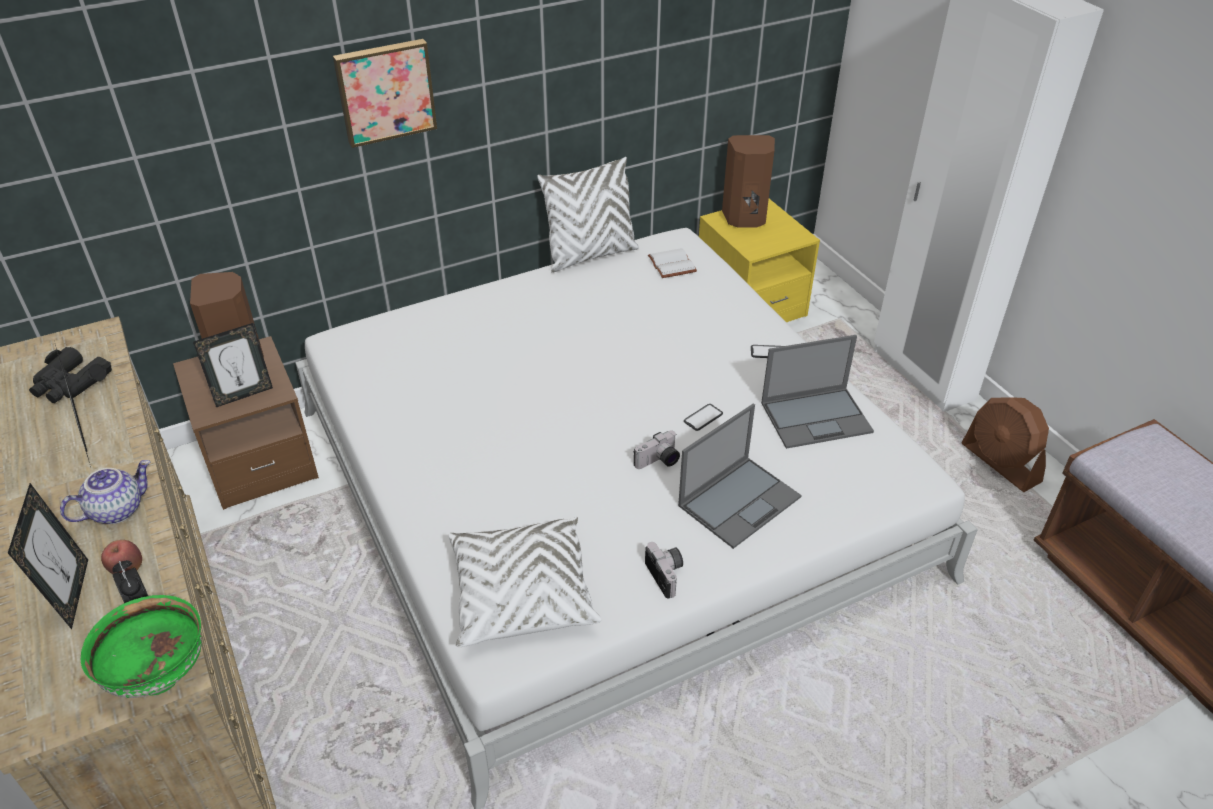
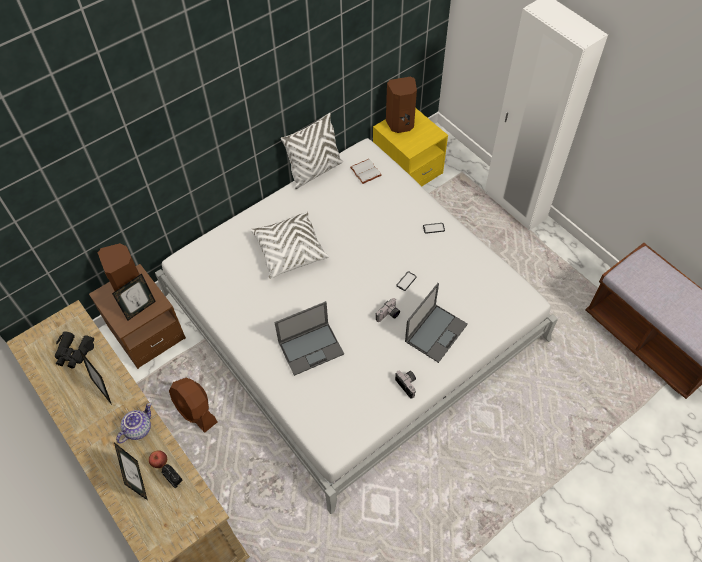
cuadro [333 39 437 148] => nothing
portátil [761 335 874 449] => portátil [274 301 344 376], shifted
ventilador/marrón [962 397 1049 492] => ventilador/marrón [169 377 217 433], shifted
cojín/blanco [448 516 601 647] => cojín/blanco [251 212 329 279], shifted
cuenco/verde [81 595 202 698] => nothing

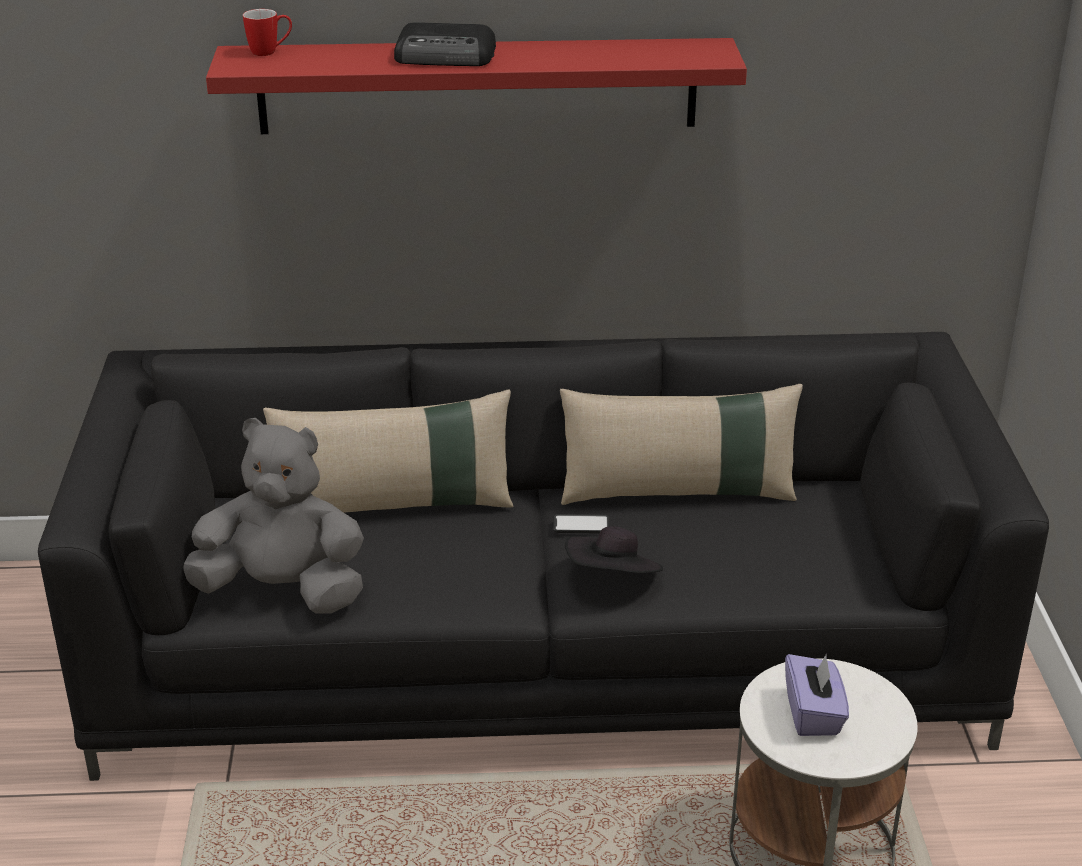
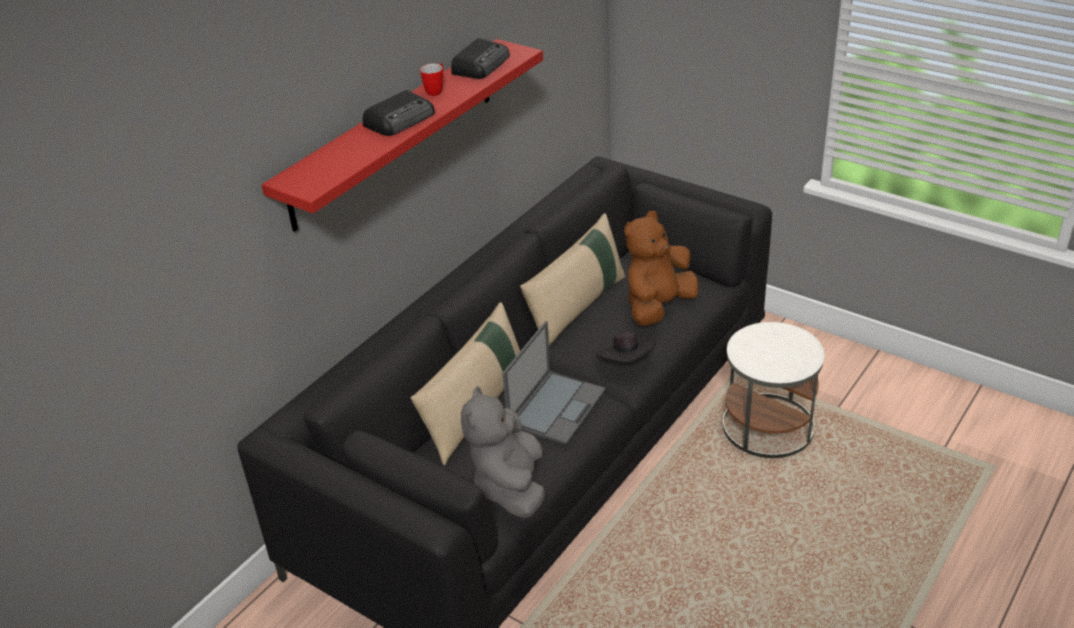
taza grande [243 9 292 56] => taza grande [420 63 444 96], shifted
peluche/gris [183 418 364 614] => peluche/gris [461 386 545 519], 45 degrees counterclockwise
móvil [553 514 610 534] => nothing
caja de pañuelos/morado [785 653 849 736] => nothing
nothing => radio [451 38 510 79]
nothing => peluche/marrón [624 211 699 326]
nothing => portátil [503 321 606 445]

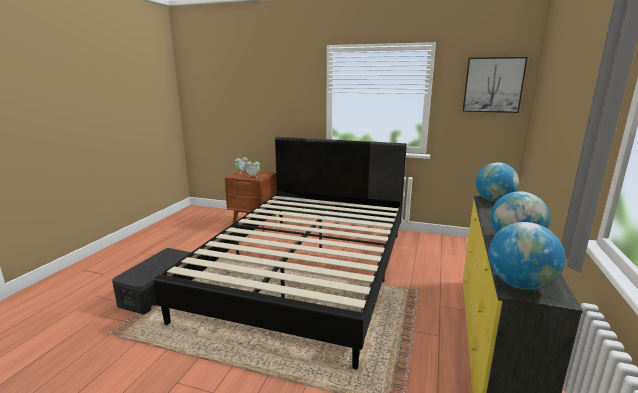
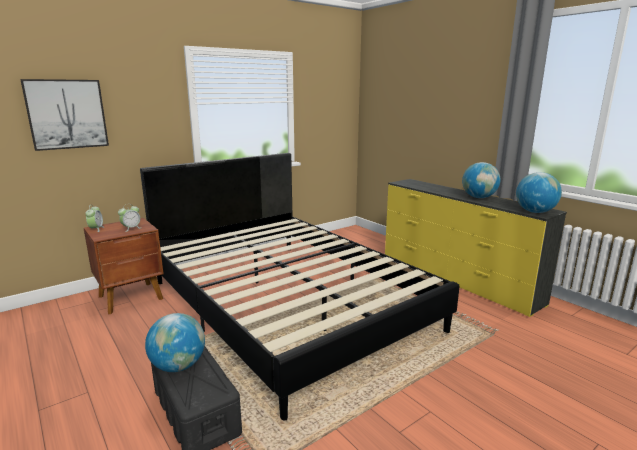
cuadro [463 57 528 113] => cuadro [20 79 109 151], shifted
globo terráqueo [476 162 519 202] => globo terráqueo [145 313 205 372], shifted

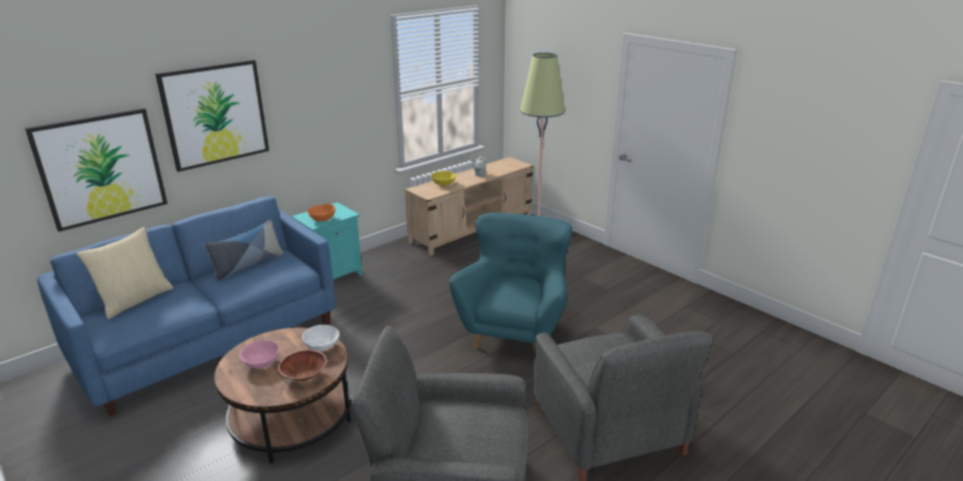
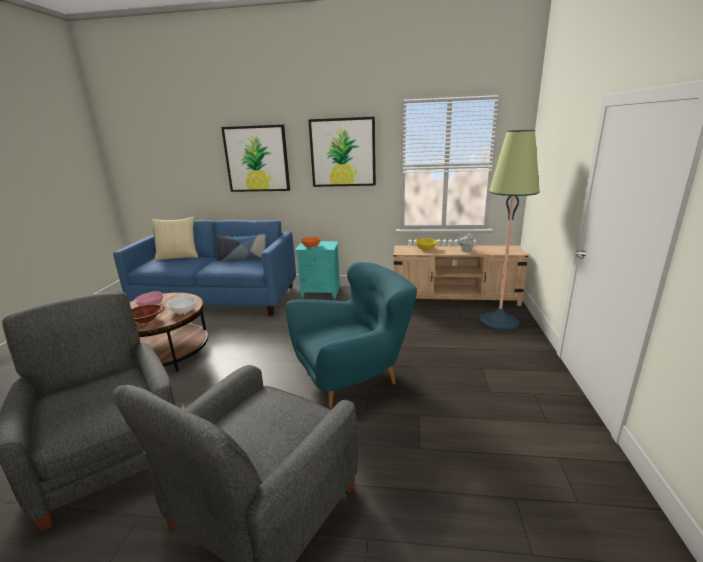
cuadro [25 108 168 232] => cuadro [308 117 376 187], shifted

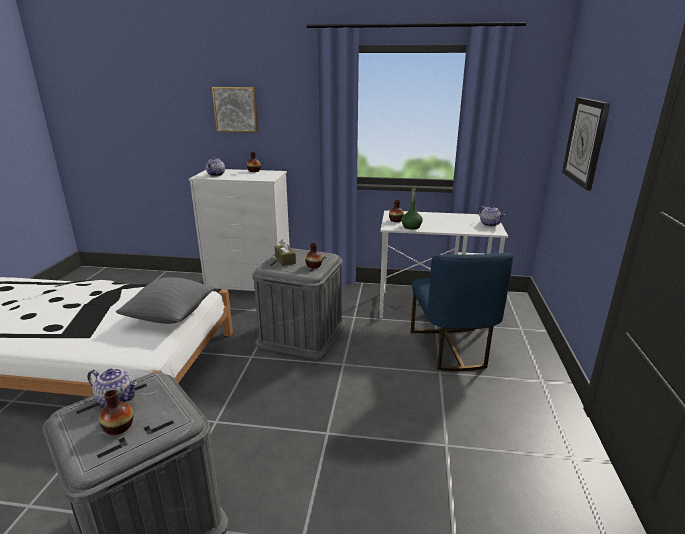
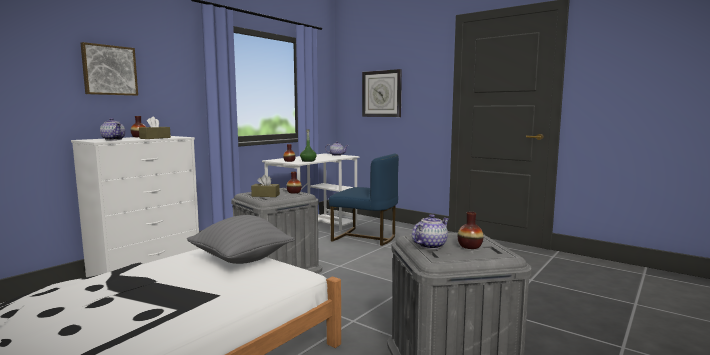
nothing => caja de pañuelos/marrón [139 116 171 139]

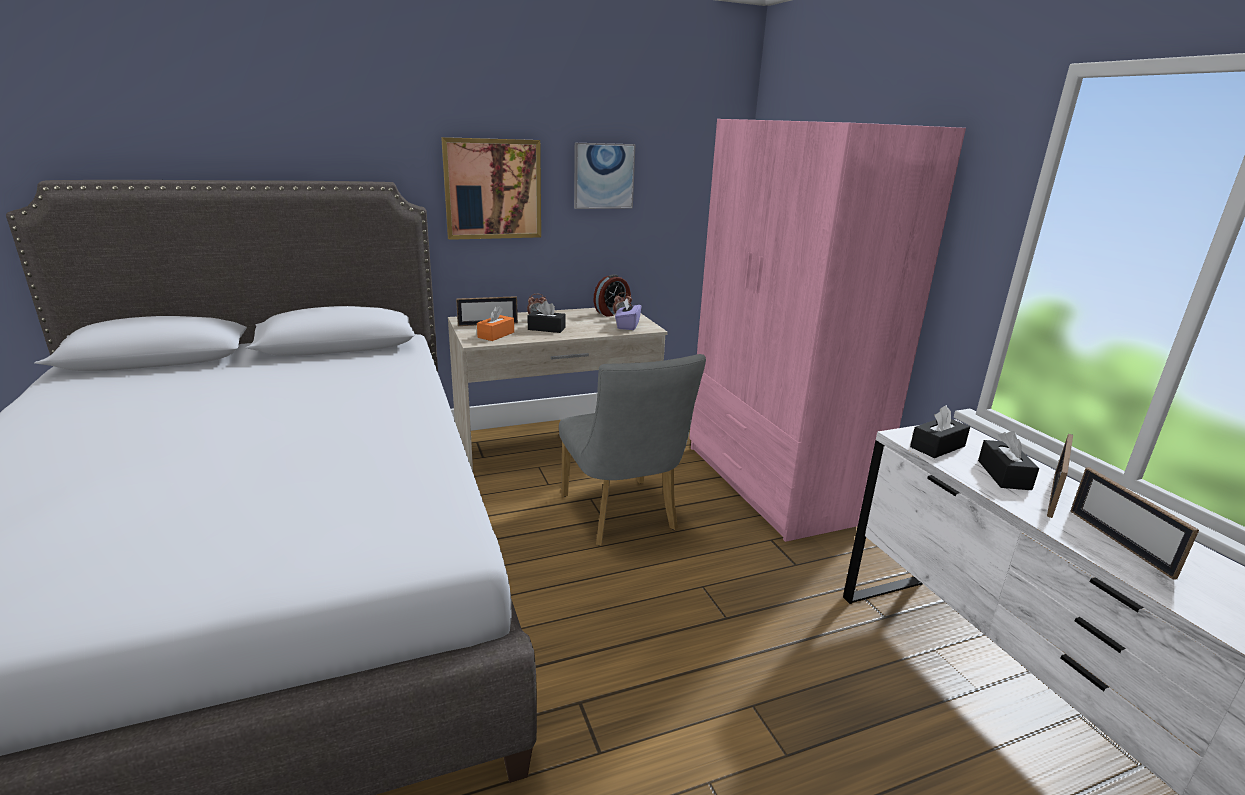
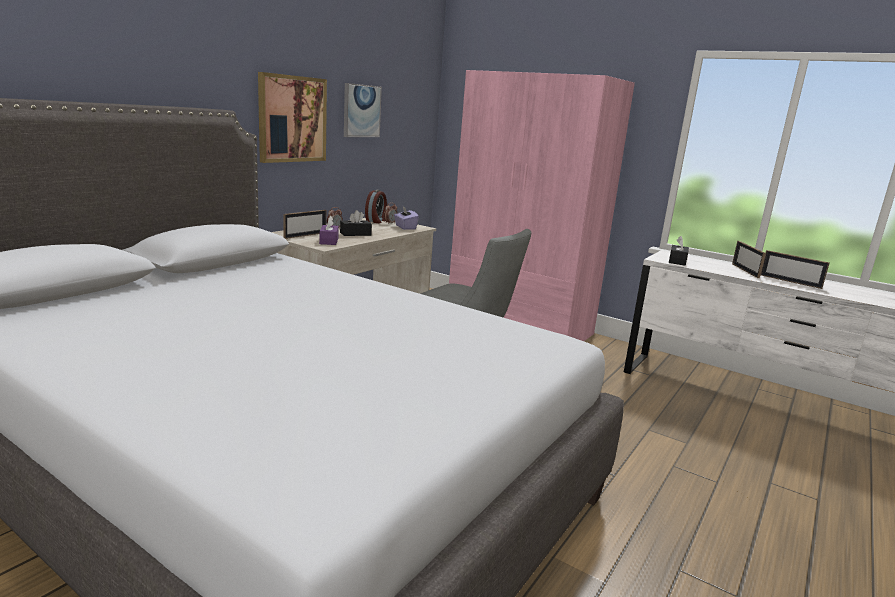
caja de pañuelos/naranja [477 306 514 341] => caja de pañuelos/morado [319 216 339 245]
caja de pañuelos/negro [978 431 1039 490] => nothing

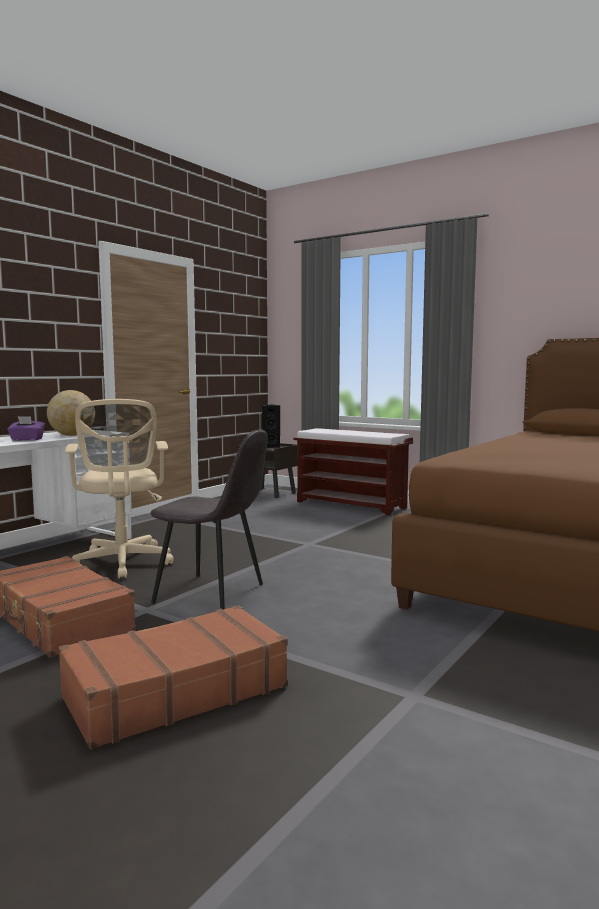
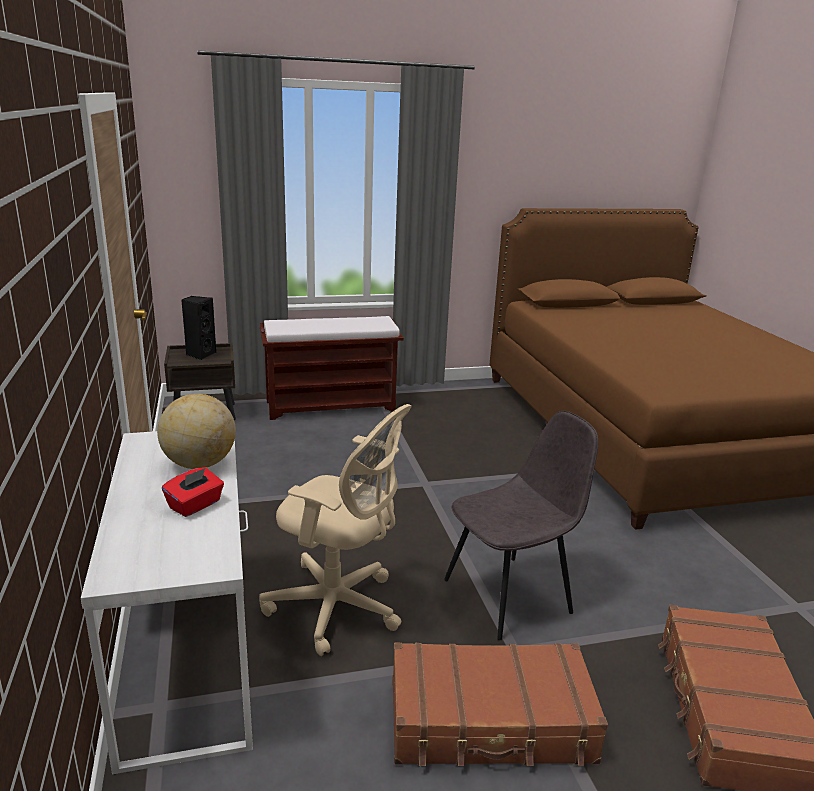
caja de pañuelos/morado [7 416 45 441] => caja de pañuelos/rojo [162 467 224 517]

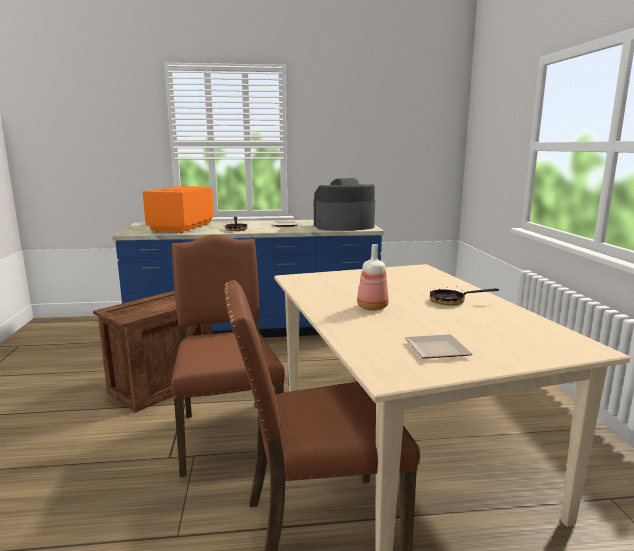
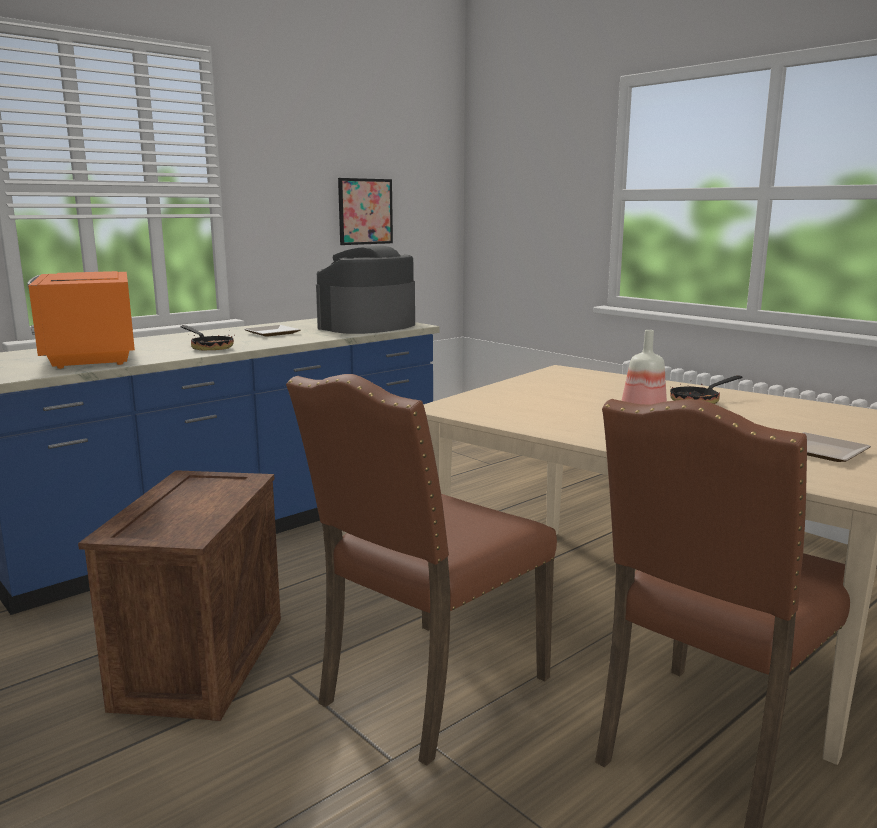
silla/marrón [171 234 285 477] => silla/marrón [286 374 557 765], 90 degrees counterclockwise
nothing => cuadro [338 178 393 245]

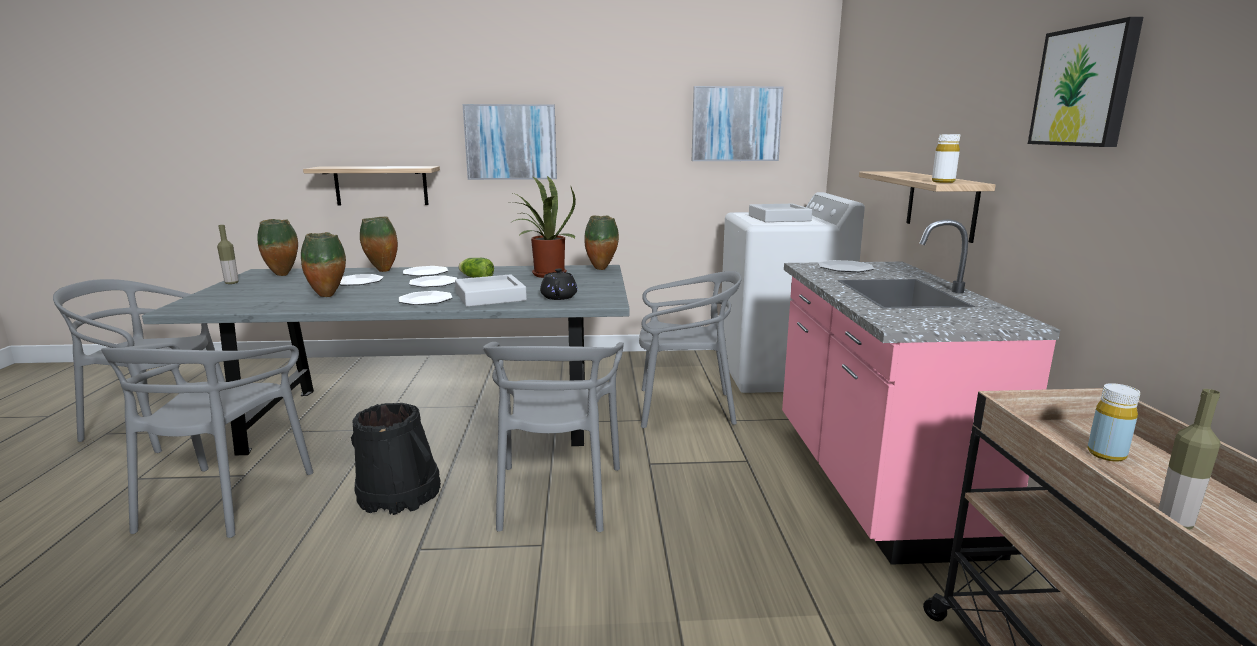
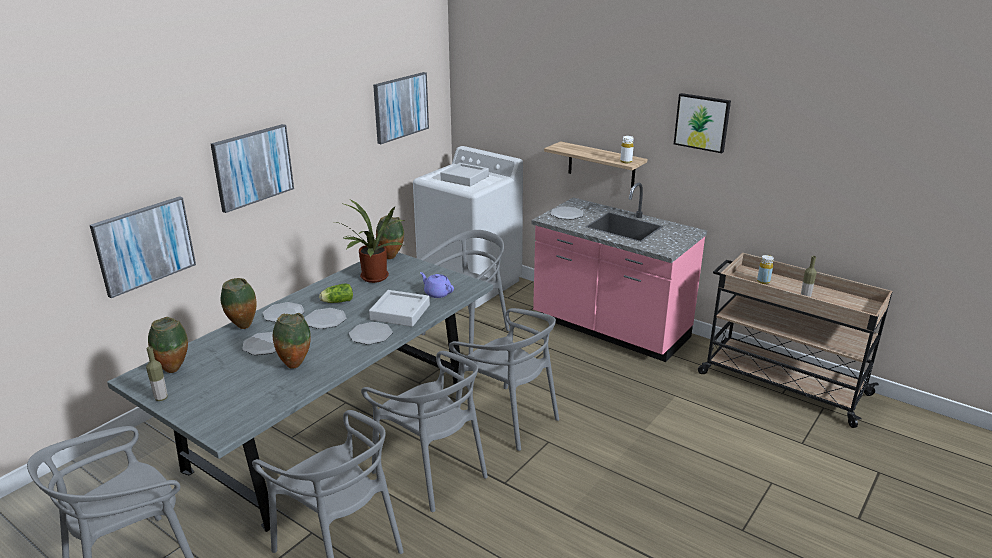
estante [303 166 440 206] => cuadro [90 196 196 298]
tetera/negro [540 268 577 300] => tetera/morado [420 272 454 298]
cubo/negro [351 403 441 515] => silla/gris [361 351 488 512]

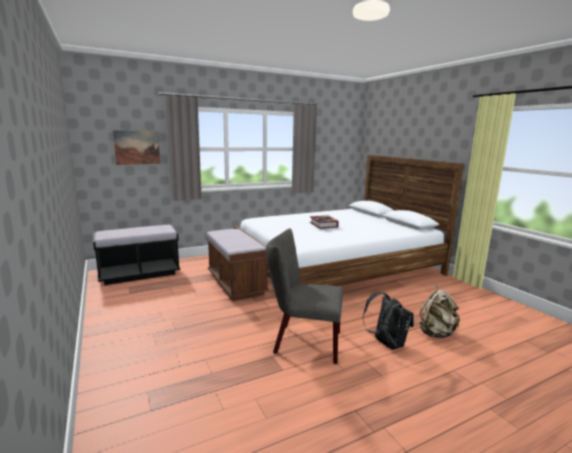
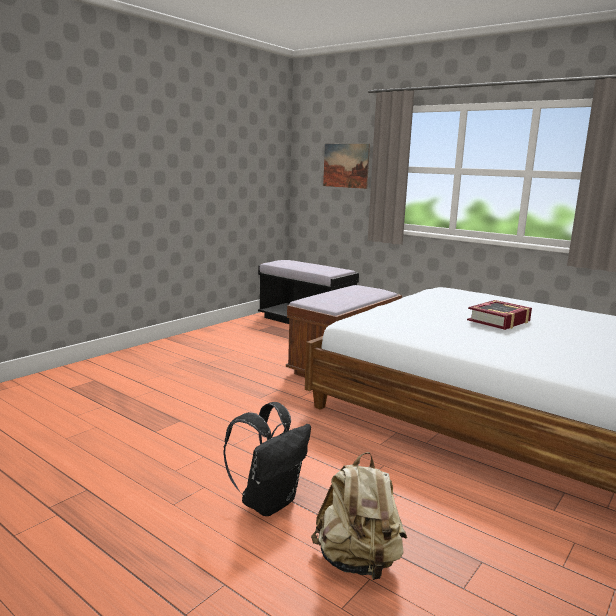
silla/gris [266 229 343 364] => nothing

